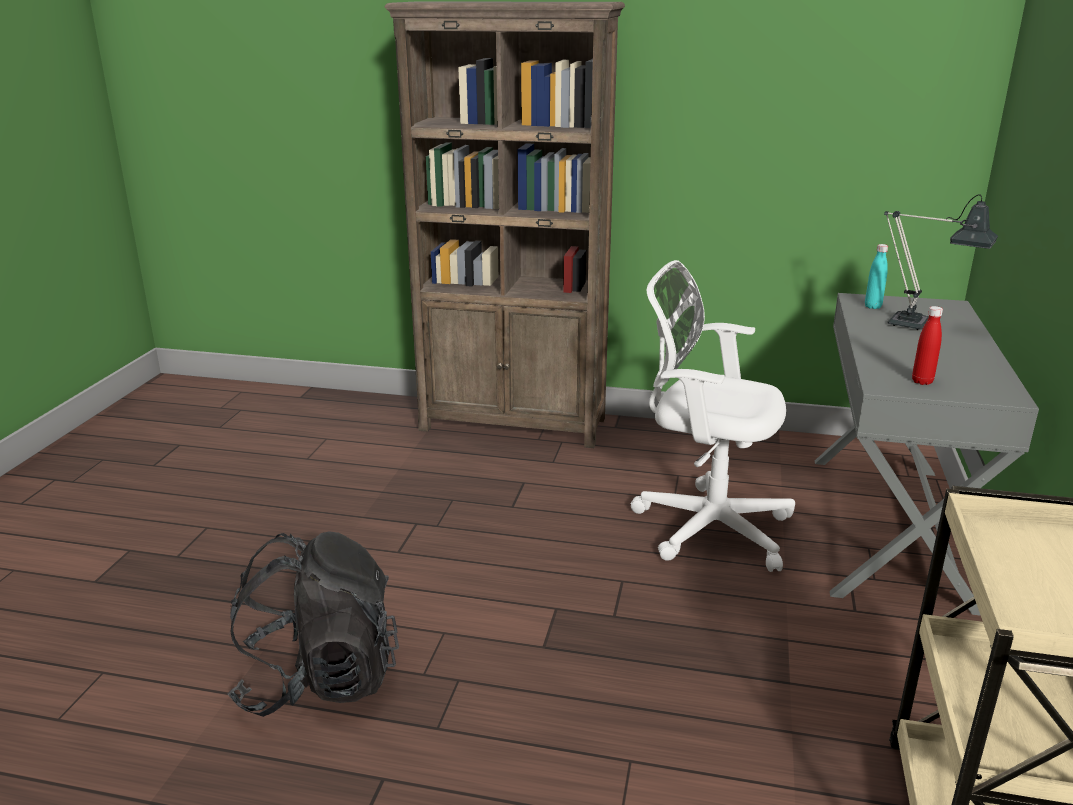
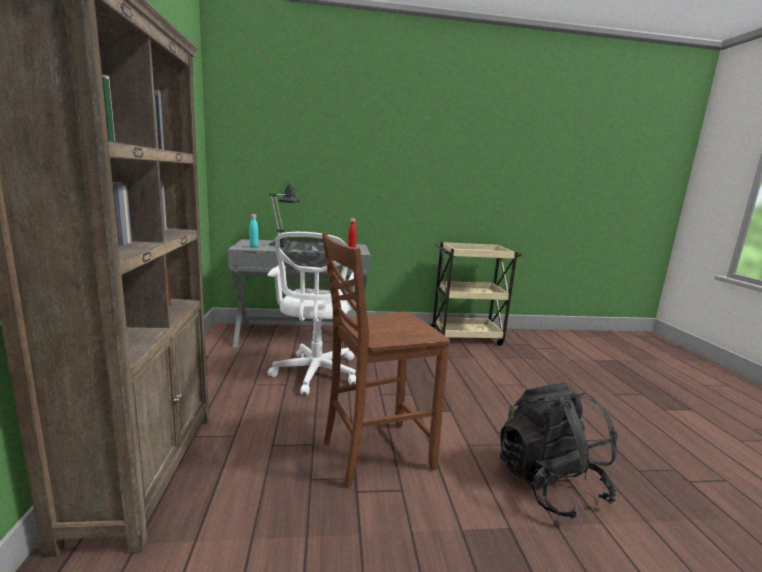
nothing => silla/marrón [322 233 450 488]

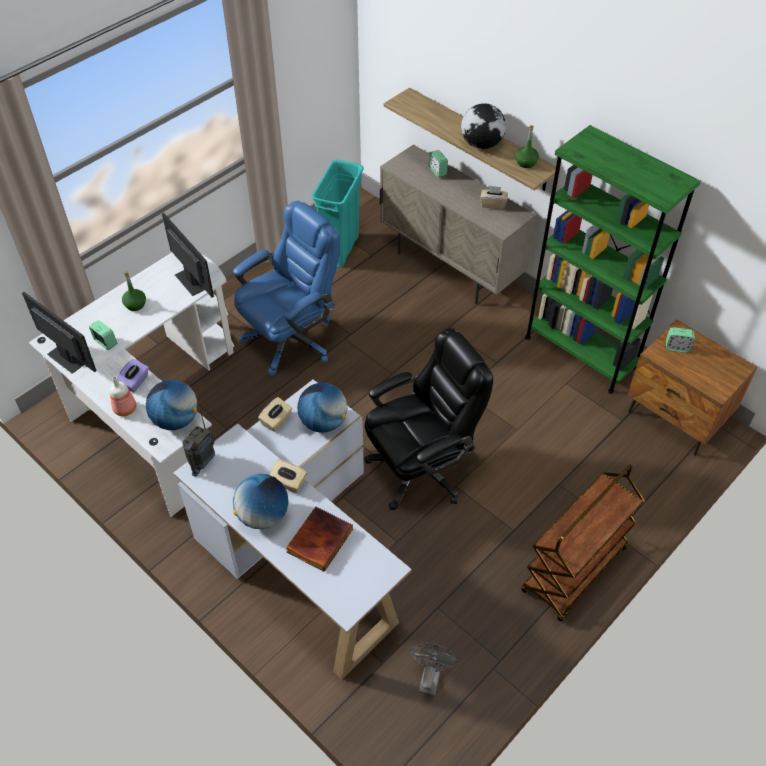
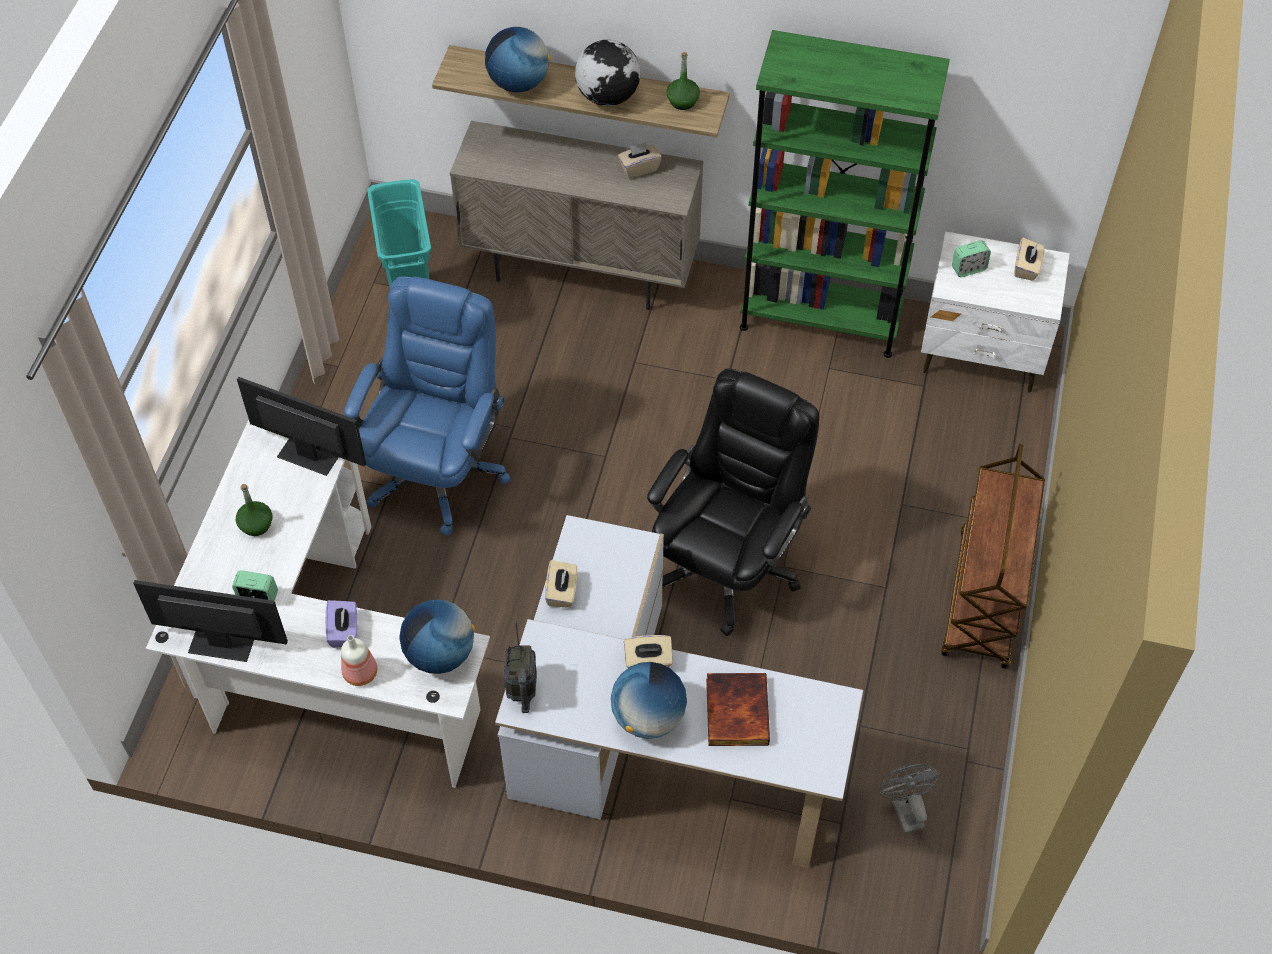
despertador [428 150 448 177] => nothing
mesita de noche/marrón [627 319 757 456] => mesita de noche/blanco [921 231 1070 393]
globo terráqueo [297 383 347 433] => globo terráqueo [485 27 551 92], shifted
nothing => caja de pañuelos/beis [1015 238 1045 281]

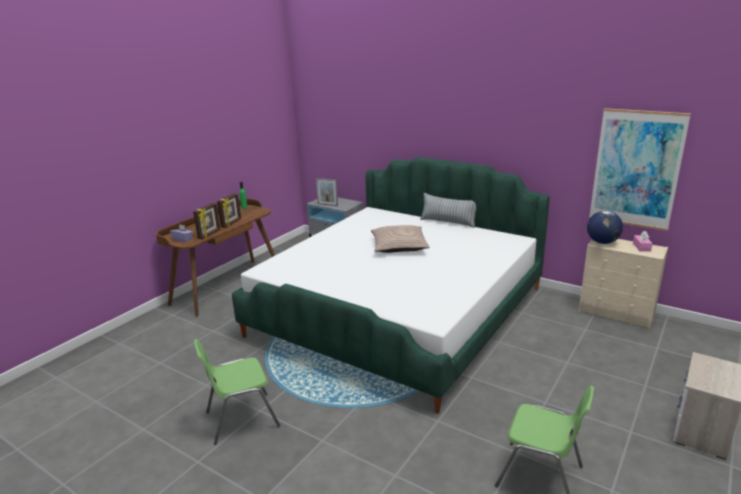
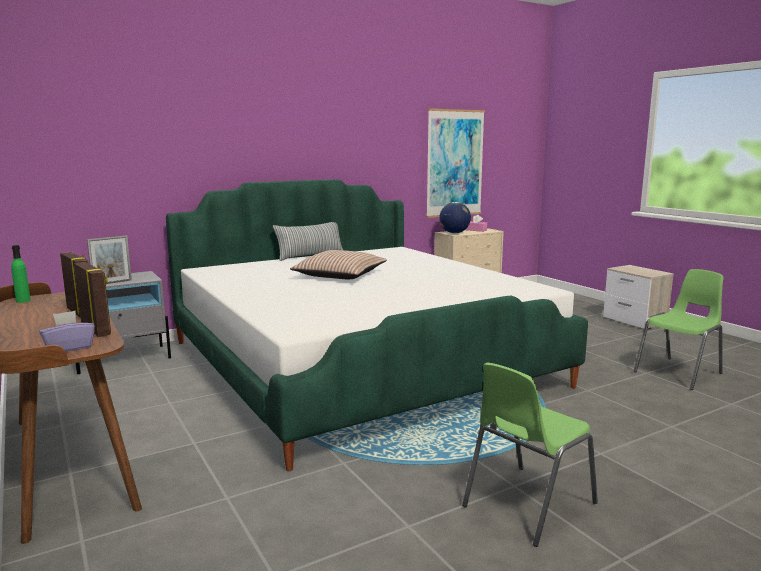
silla/verde [194 339 280 445] => silla/verde [462 363 598 547], 45 degrees clockwise

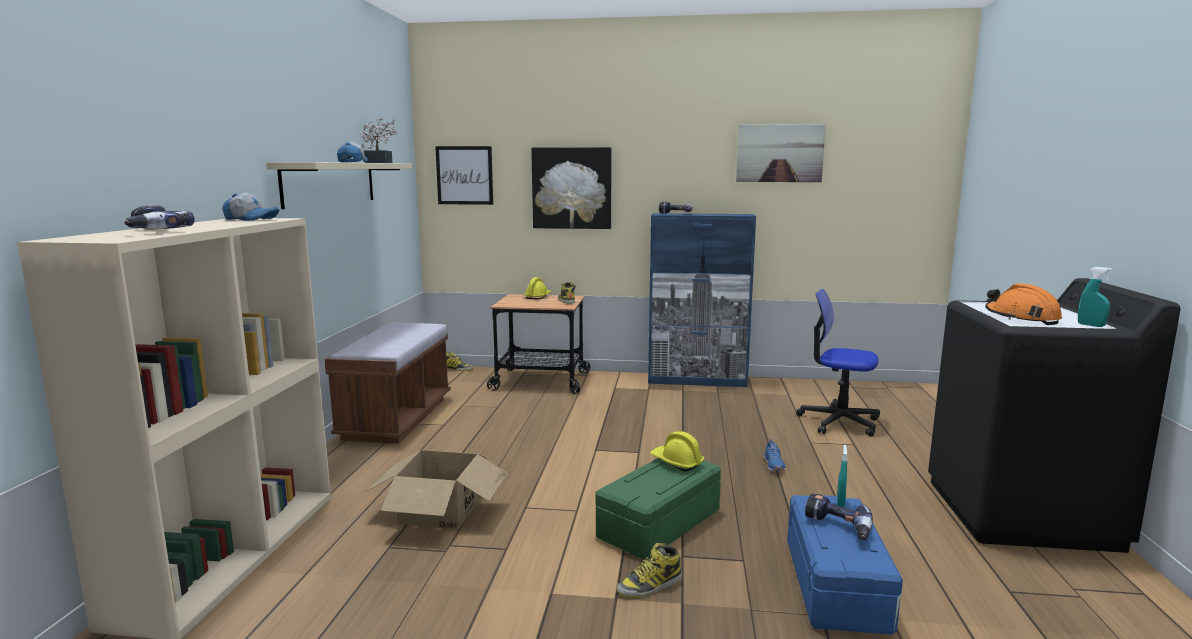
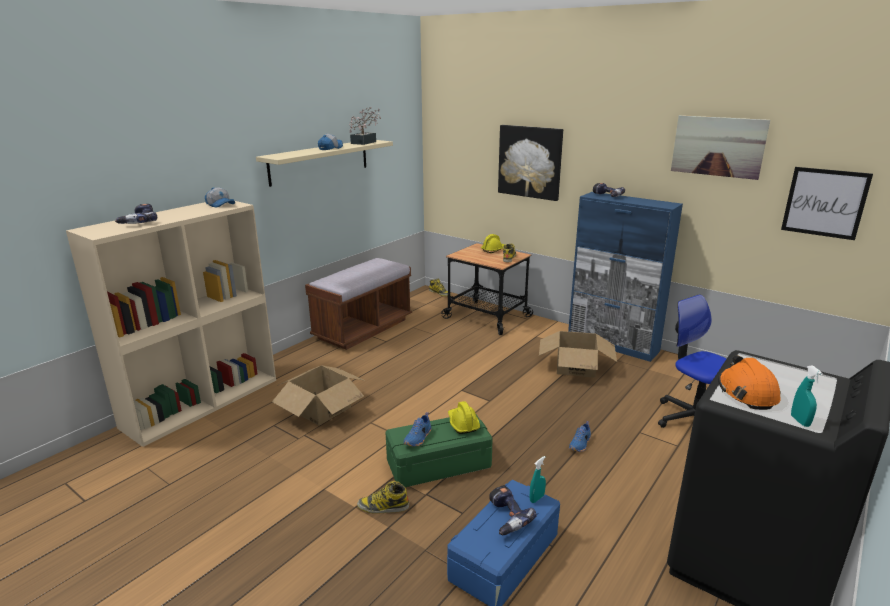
cuadro [435 146 493 205] => cuadro [781 167 873 240], shifted
nothing => caja de cartón [539 331 617 378]
nothing => zapato/azul [403 412 431 447]

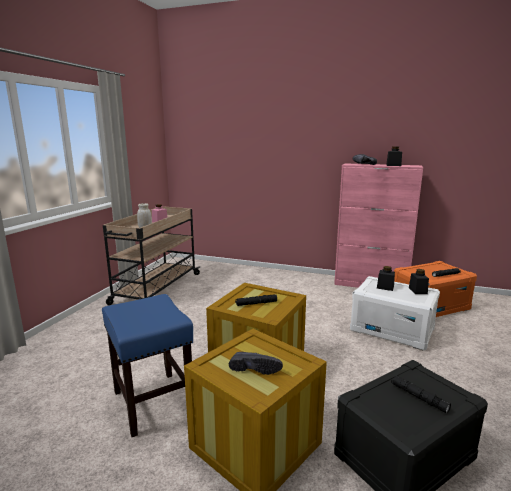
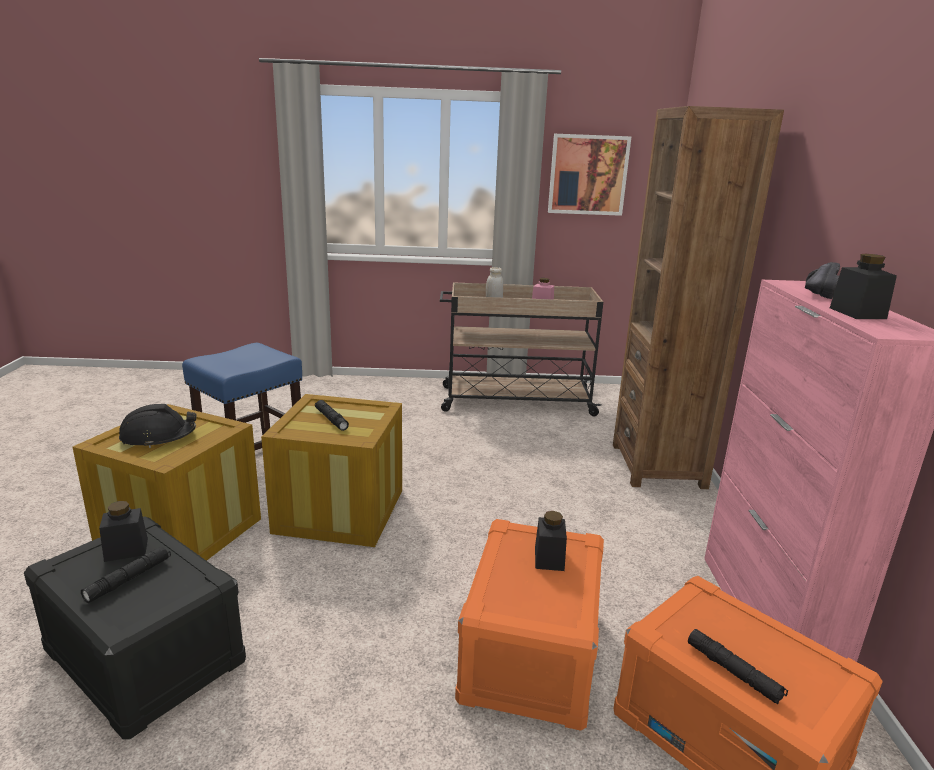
tarro/negro [409 269 429 294] => tarro/negro [99 501 148 562], shifted
caja de almacenaje/blanco [350 276 440 351] => caja de almacenaje/naranja [455 519 604 731]
zapato/negro [229 352 283 375] => casco/negro [119 404 197 448]
nothing => estantería/marrón [613 106 784 489]
nothing => cuadro [548 134 631 216]

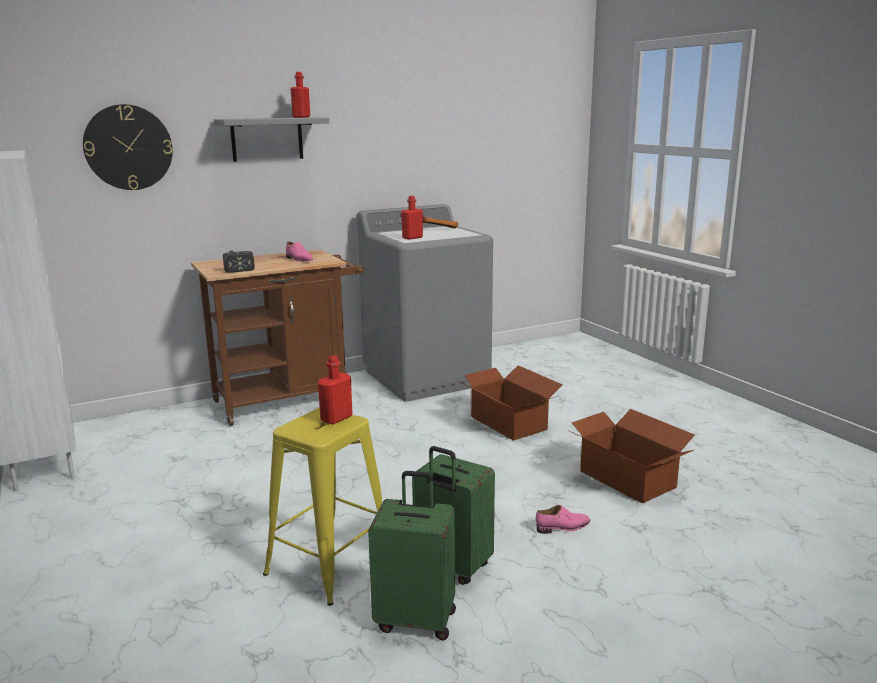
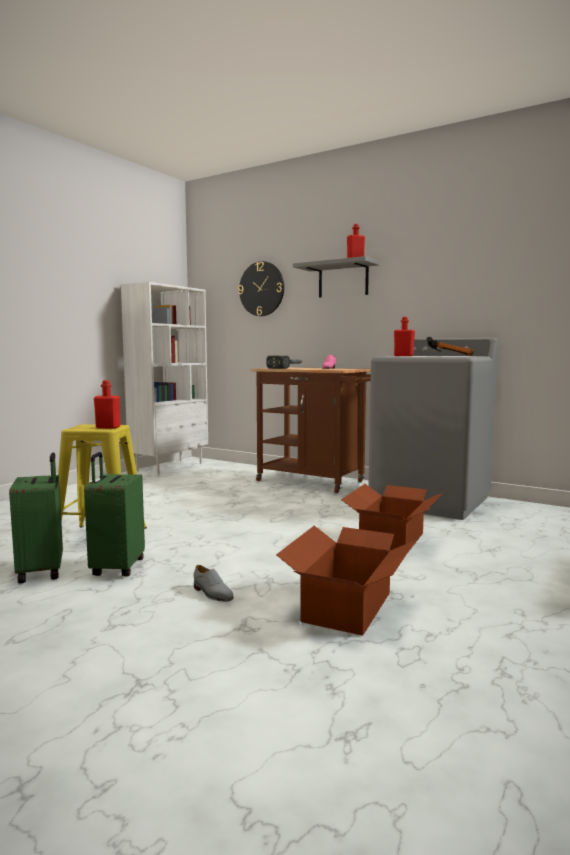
zapato/rosa [536 505 590 534] => zapato/gris [194 565 234 602]

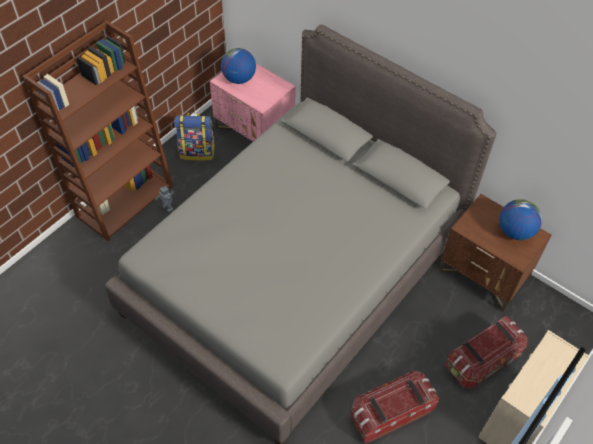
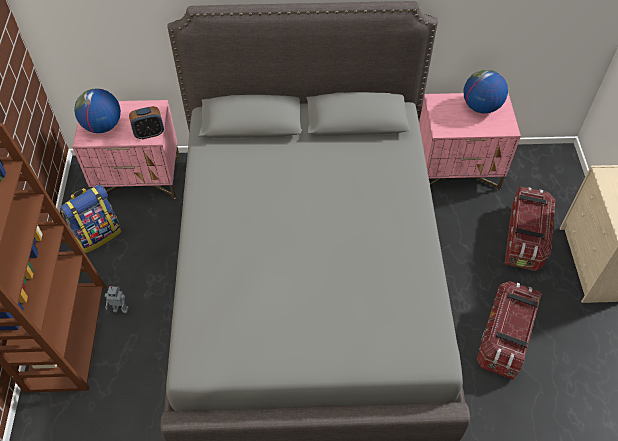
mesita de noche/marrón [439 194 552 313] => mesita de noche/rosa [419 93 521 190]
nothing => despertador [129 106 164 140]

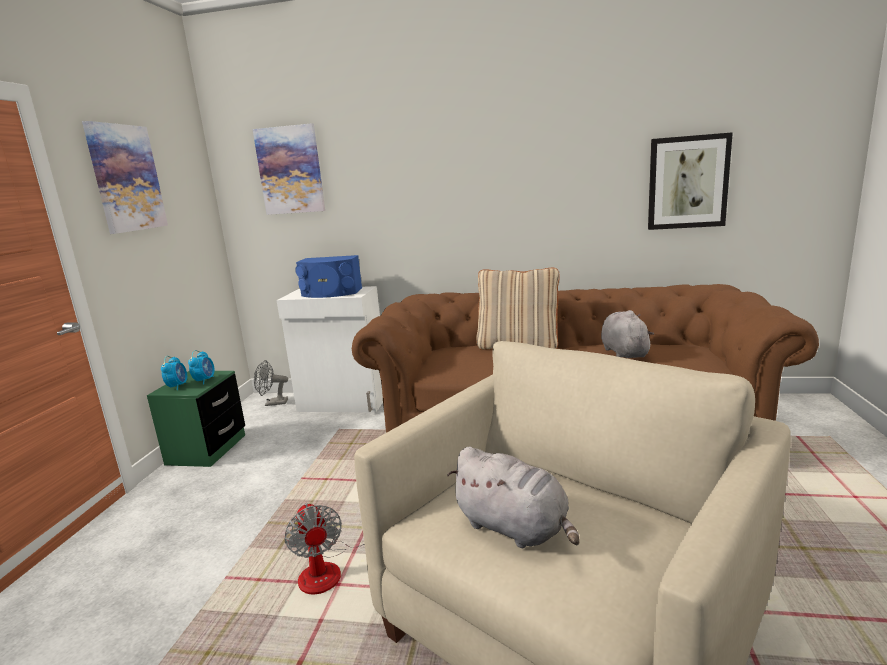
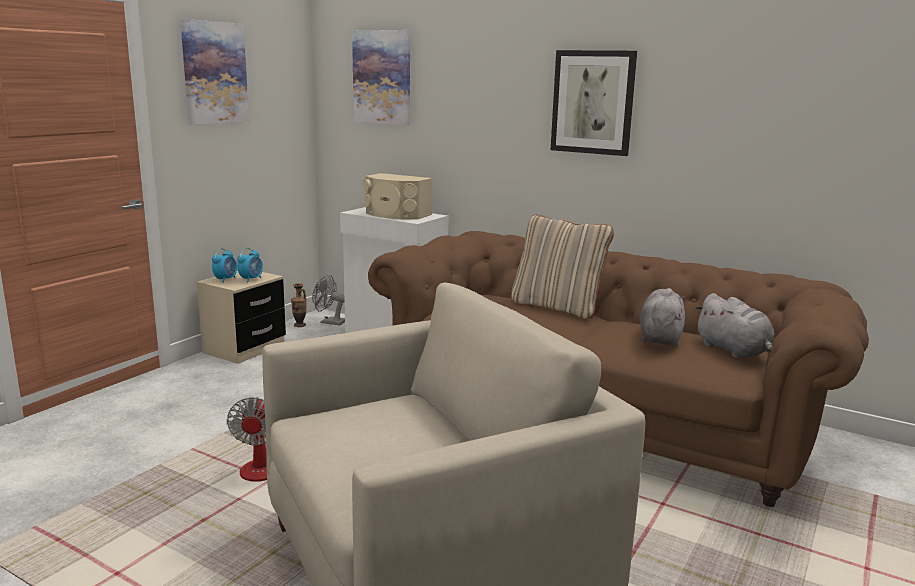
cuadro [648 132 733 230] => cuadro [551 50 637 156], shifted
altavoz/azul [295 255 362 298] => altavoz/beis [363 173 432 220]
mesita de noche/verde [147 371 245 467] => mesita de noche/beis [197 271 286 364]
peluche/gris [447 447 580 548] => peluche/gris [695 293 774 358], shifted
nothing => florero [291 283 307 327]

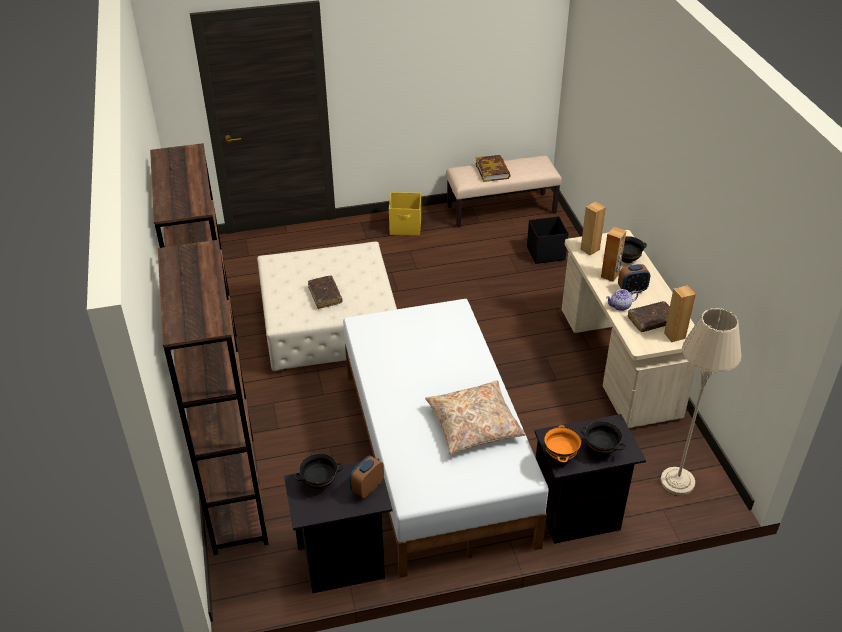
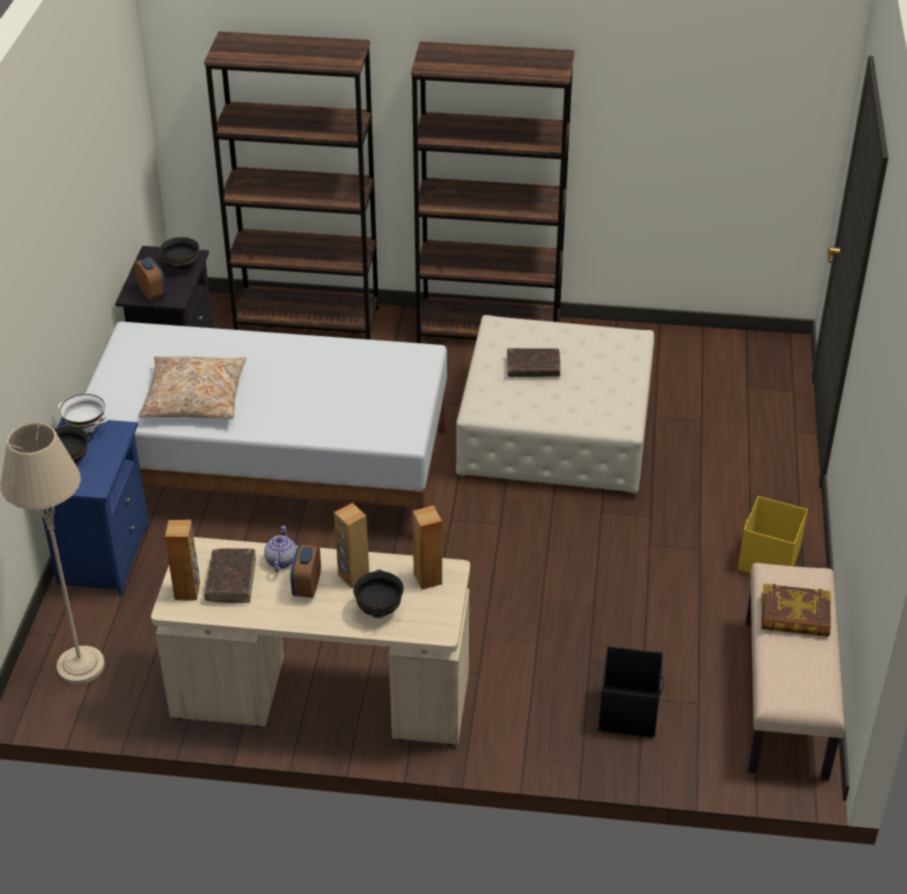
mesita de noche/negro [534 414 646 544] => mesita de noche/azul [42 417 149 596]
cuenco/naranja [544 425 582 462] => cuenco/blanco [58 394 109 433]

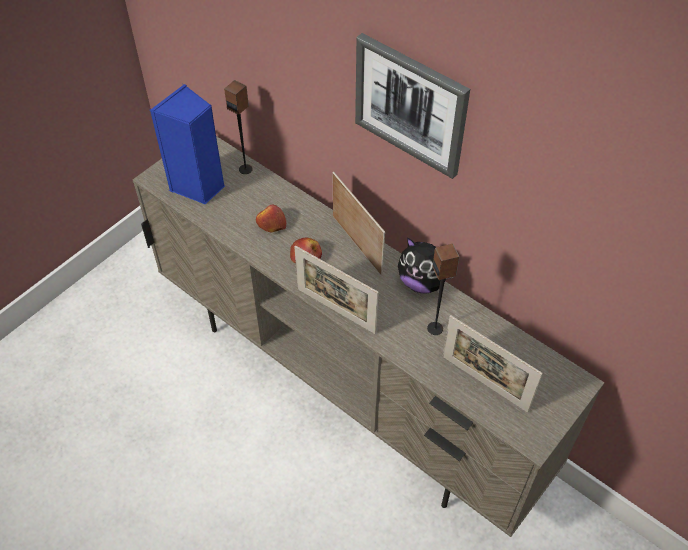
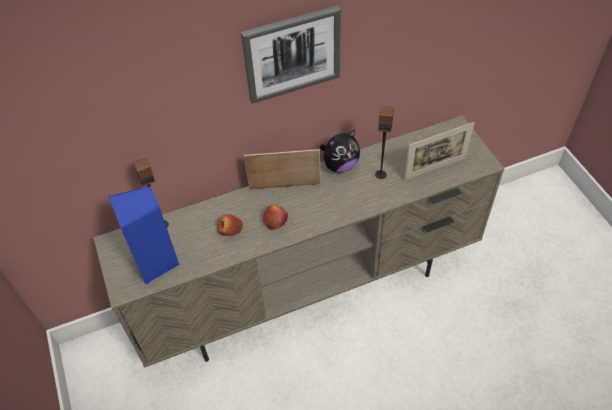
portarretratos [294 246 379 334] => nothing

